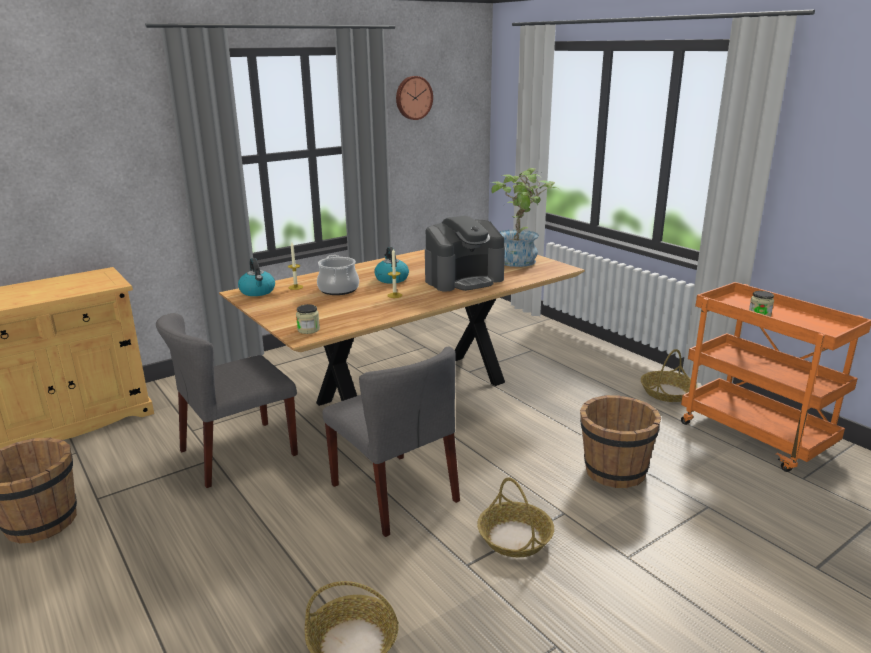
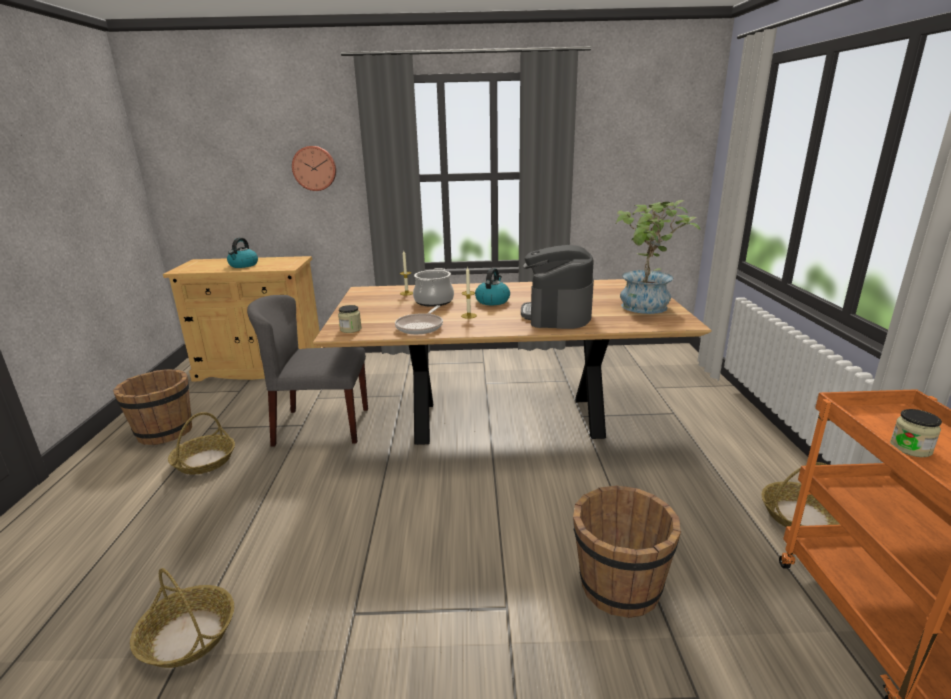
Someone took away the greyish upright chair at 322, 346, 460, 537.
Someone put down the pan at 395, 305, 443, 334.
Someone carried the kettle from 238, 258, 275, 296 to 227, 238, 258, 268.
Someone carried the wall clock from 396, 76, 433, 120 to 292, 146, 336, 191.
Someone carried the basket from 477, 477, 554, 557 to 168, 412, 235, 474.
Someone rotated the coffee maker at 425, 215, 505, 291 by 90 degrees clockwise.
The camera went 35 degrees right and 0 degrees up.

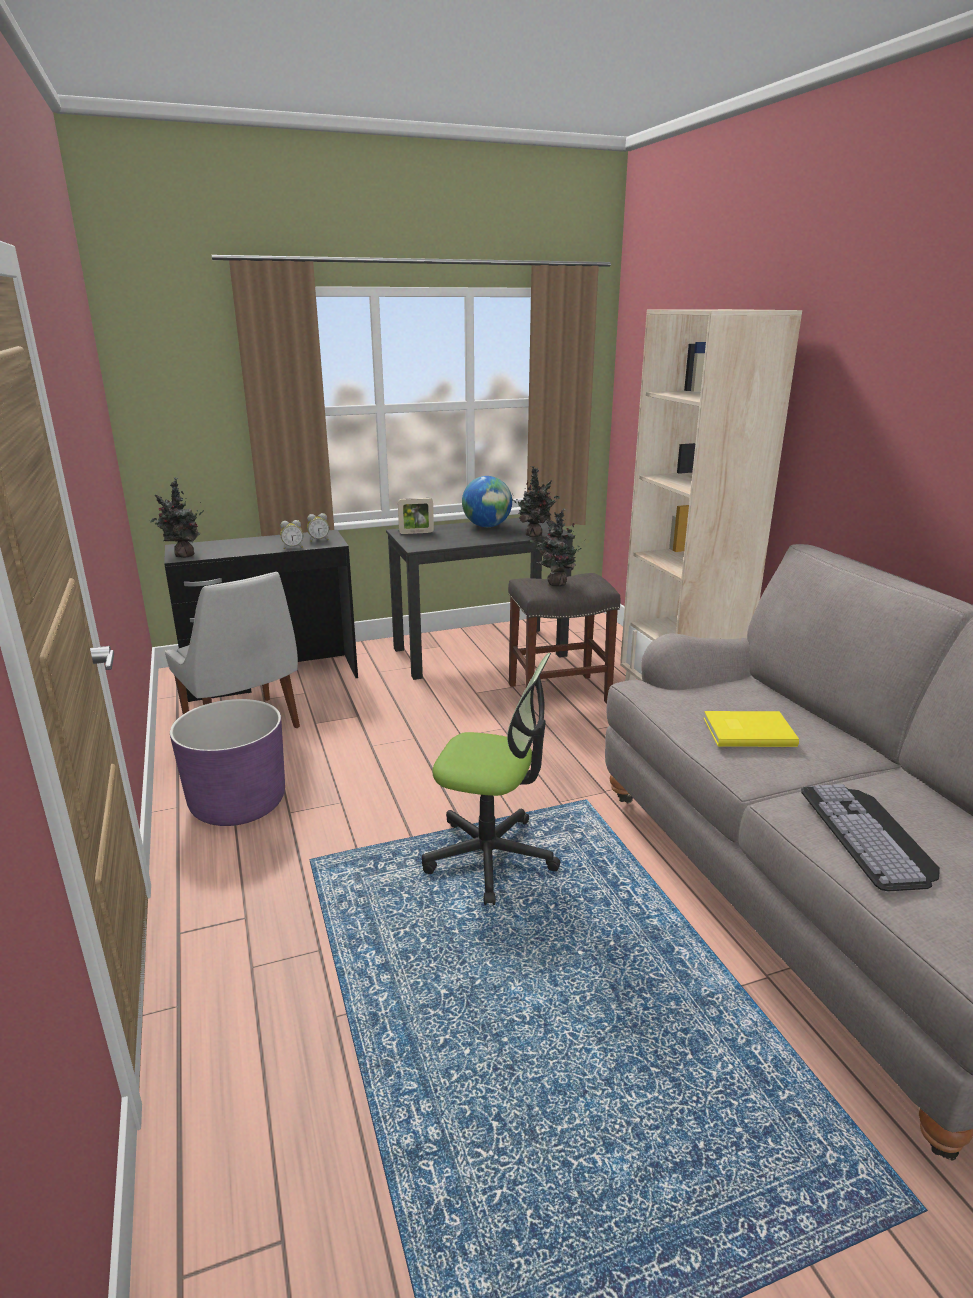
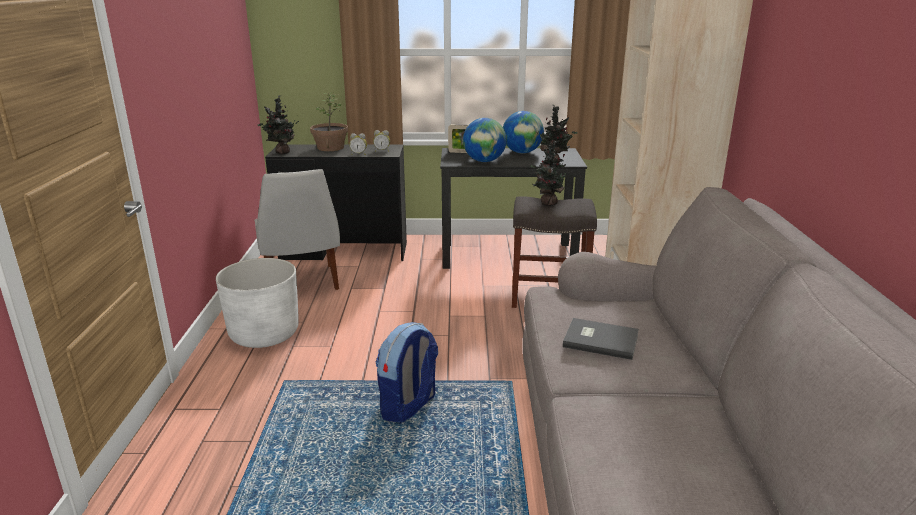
Someone took away the computer keyboard at 801, 784, 940, 891.
Someone put down the potted plant at 310, 92, 348, 151.
Someone put down the globe at 463, 118, 507, 162.
Someone swapped the office chair at 422, 653, 561, 905 for the rucksack at 376, 322, 438, 423.
Someone repainted the purple-coloured flower pot at 170, 699, 285, 826, which became the white flower pot at 216, 258, 299, 348.
Someone repainted the yellowish volume at 704, 711, 799, 747, which became the greyish volume at 563, 318, 639, 360.
The camera went 20 degrees right and 0 degrees up.

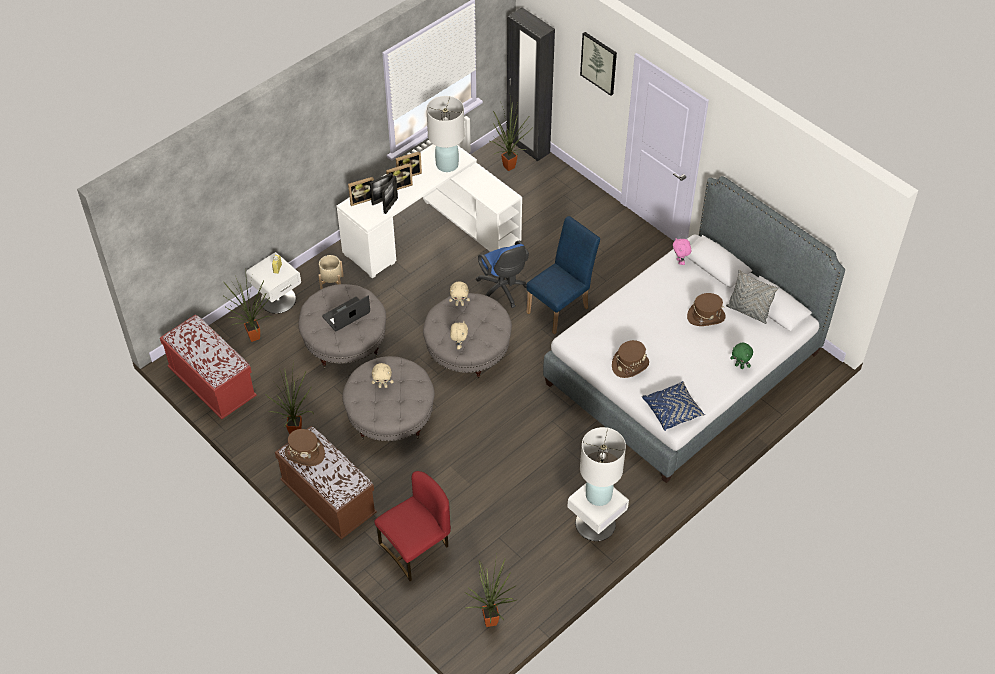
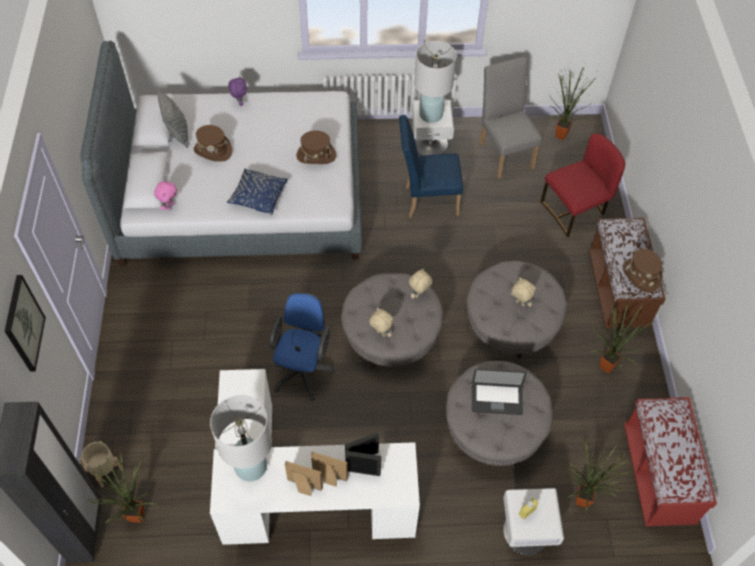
Someone took away the picture frame at 348, 177, 374, 206.
Someone put down the greyish upright chair at 479, 57, 542, 179.
Someone carried the beige-coloured flower pot from 318, 255, 344, 289 to 79, 441, 122, 487.
Someone carried the blue-coloured upright chair from 526, 216, 600, 334 to 399, 115, 463, 218.
Someone carried the blue-coloured pillow from 642, 381, 705, 431 to 227, 168, 288, 215.
Someone repainted the greenish plush toy at 730, 343, 753, 369, which became the purple-coloured plush toy at 228, 76, 247, 106.
Someone rotated the red upright chair at 374, 471, 451, 581 by 150 degrees clockwise.
The camera went 140 degrees left and 5 degrees up.

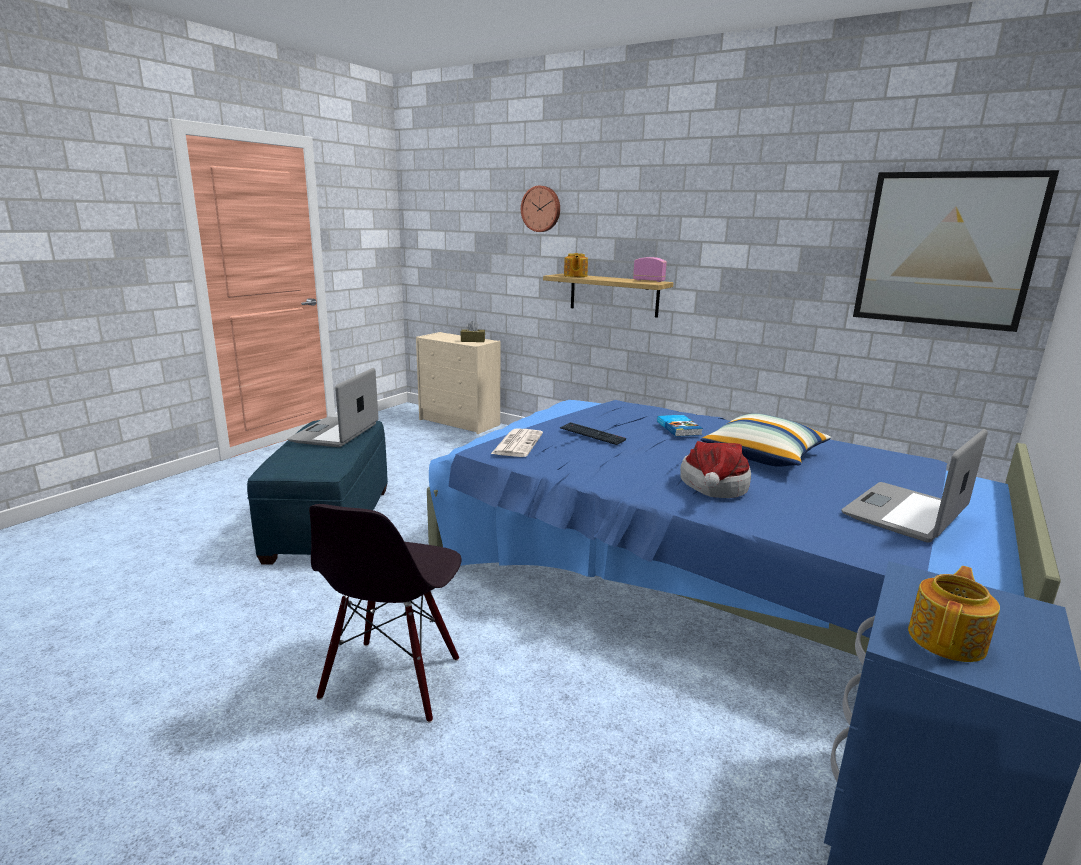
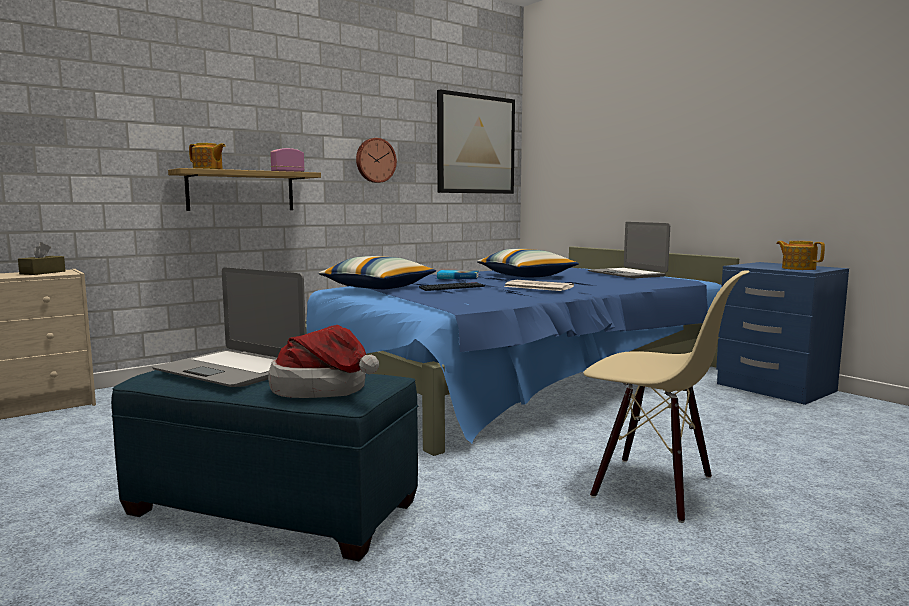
Someone put down the pillow at 319, 256, 436, 289.
Someone carried the daily paper from 491, 429, 543, 457 to 504, 280, 574, 291.
Someone carried the wall clock from 521, 186, 560, 232 to 356, 138, 397, 183.
Someone carried the clothing hat from 680, 441, 751, 498 to 268, 325, 379, 398.
Someone repainted the black-coloured upright chair at 309, 504, 462, 723, which became the beige-coloured upright chair at 584, 270, 750, 523.
The camera went 70 degrees left and 10 degrees down.

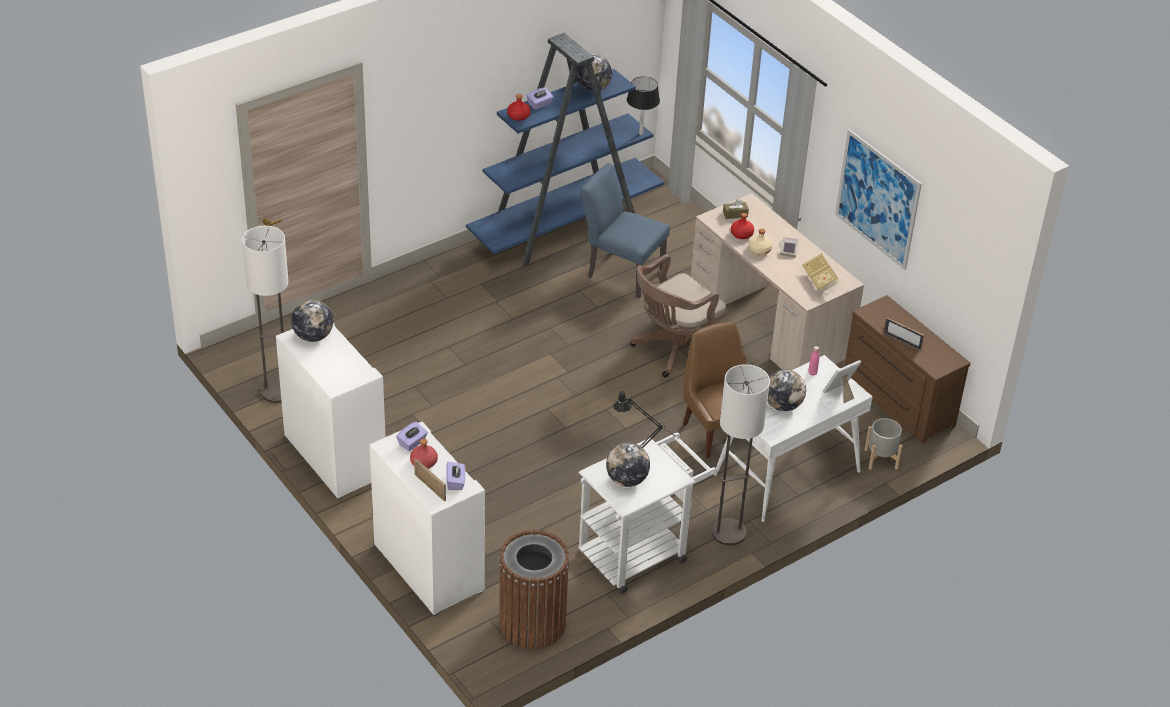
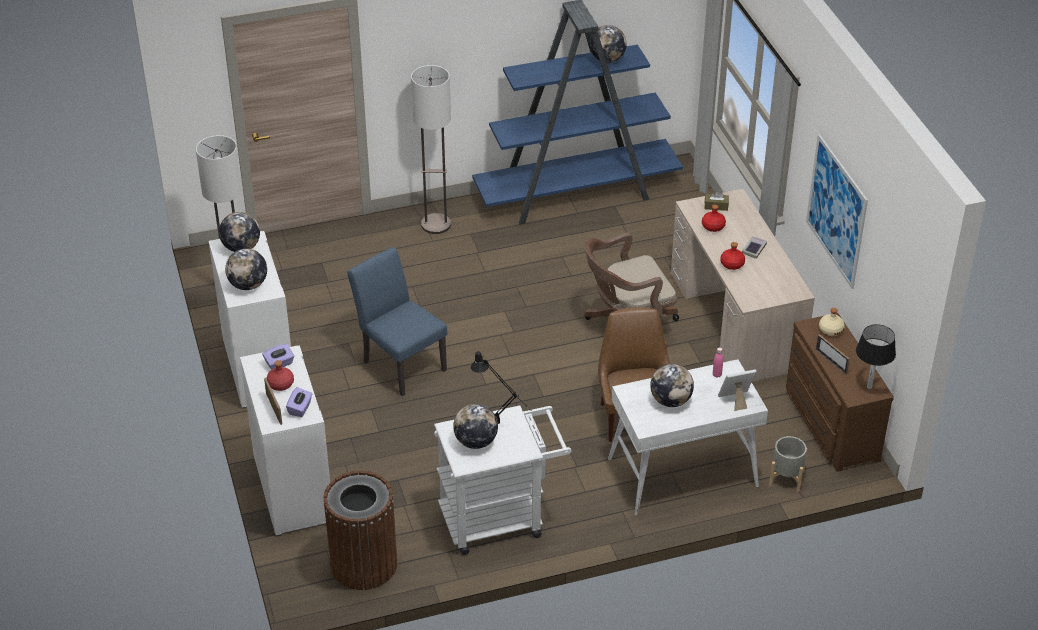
Someone took away the purple-coloured tissue holder at 526, 87, 553, 110.
Someone took away the volume at 802, 253, 839, 293.
Someone put down the globe at 225, 249, 267, 290.
Someone carried the red beverage bottle from 507, 94, 530, 121 to 721, 242, 745, 270.
Someone carried the blue-coloured upright chair from 580, 163, 670, 298 to 348, 247, 447, 396.
Someone carried the black-coloured tabletop lamp from 627, 76, 660, 135 to 856, 324, 896, 389.
Someone carried the standard lamp from 711, 364, 770, 546 to 411, 65, 451, 234.
Someone carried the beige-coloured beverage bottle from 748, 229, 772, 255 to 819, 308, 845, 336.
The camera went 20 degrees right and 0 degrees up.

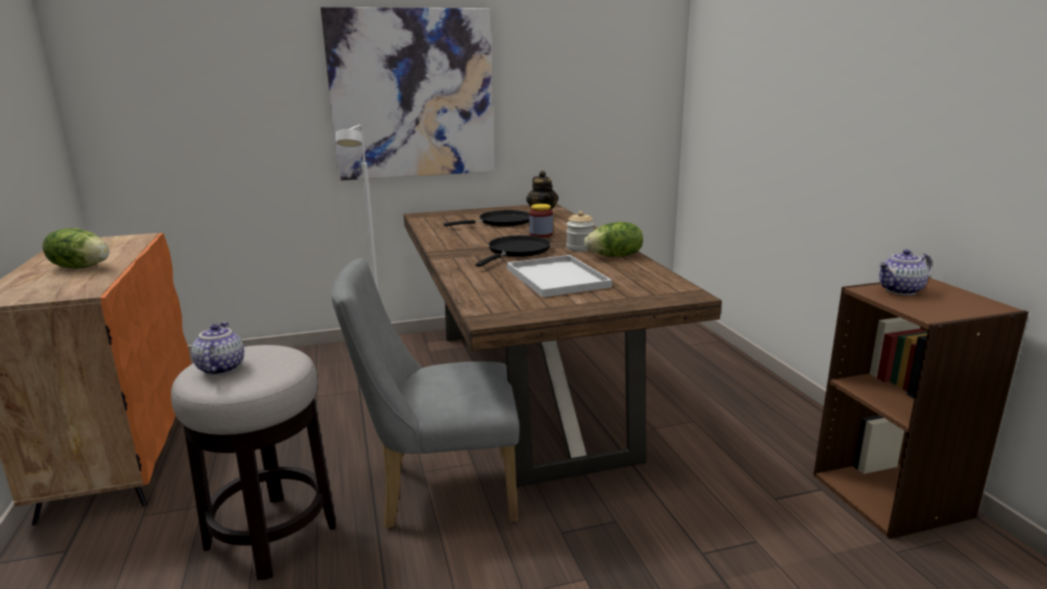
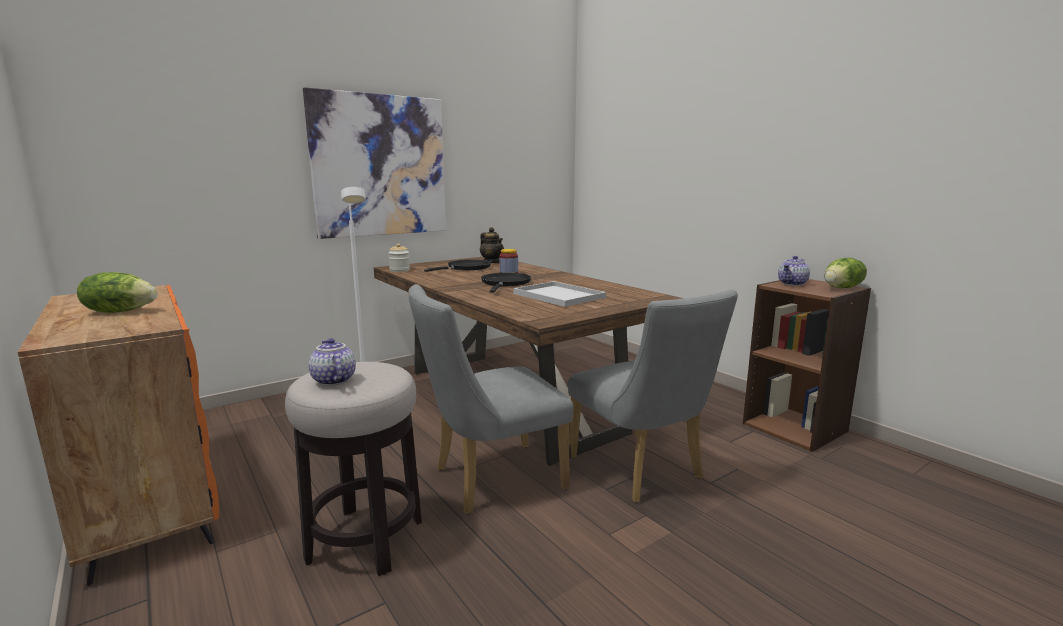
Someone put down the greyish upright chair at 568, 290, 738, 503.
Someone carried the storage jar from 566, 211, 595, 252 to 389, 243, 410, 272.
Someone carried the lettuce from 584, 222, 643, 257 to 824, 258, 867, 288.
The camera went 20 degrees left and 5 degrees down.

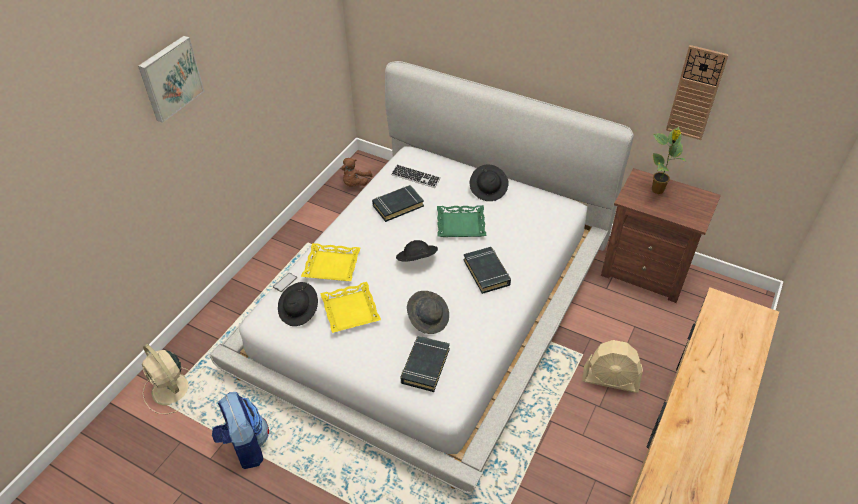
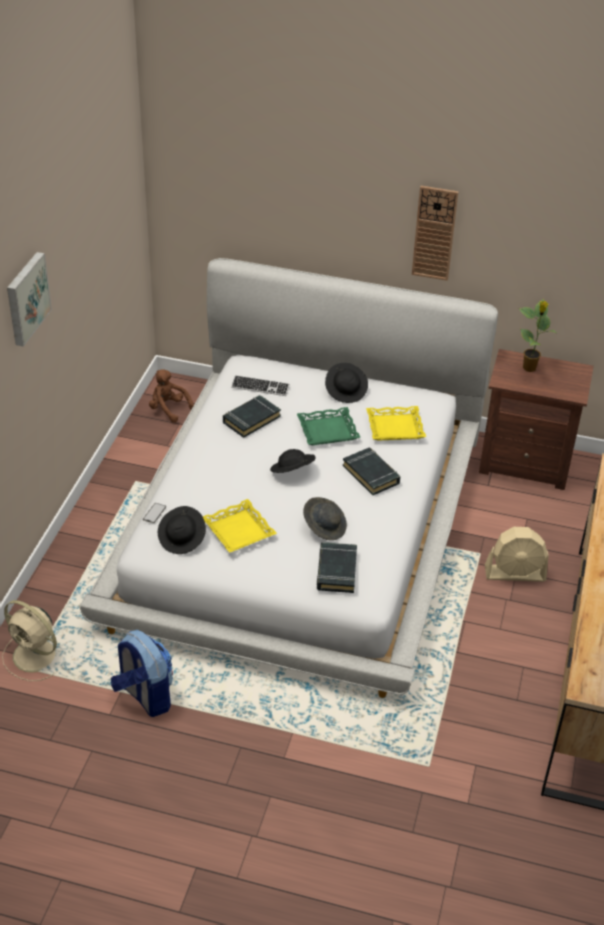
Someone carried the yellowish tray from 301, 243, 361, 281 to 366, 406, 426, 441.
Someone carried the wall clock from 666, 45, 729, 140 to 412, 186, 458, 281.
Someone rotated the brown-coloured plush toy at 342, 158, 372, 187 by 120 degrees clockwise.
The camera went 15 degrees left and 5 degrees down.

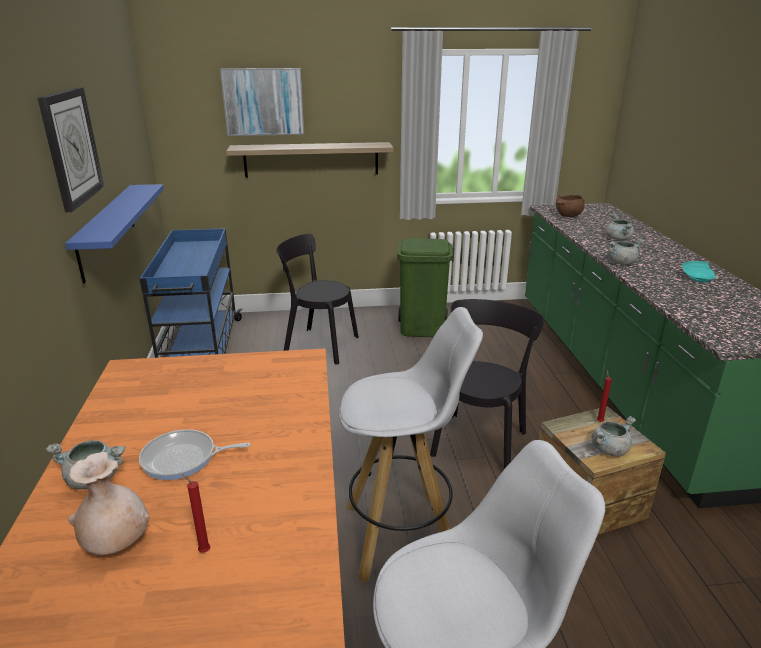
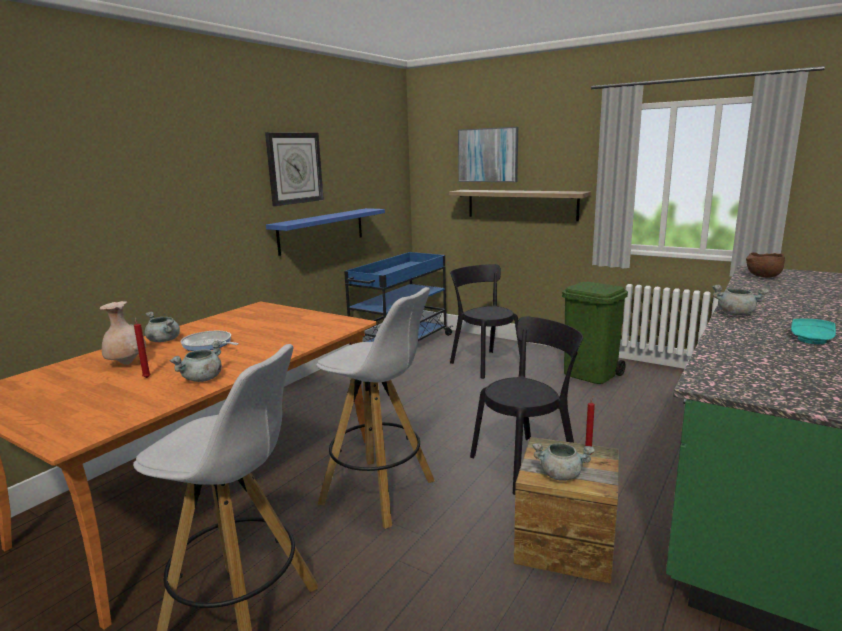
Someone carried the greyish saucepot from 606, 213, 634, 241 to 170, 340, 222, 382.
The camera went 40 degrees right and 10 degrees down.

